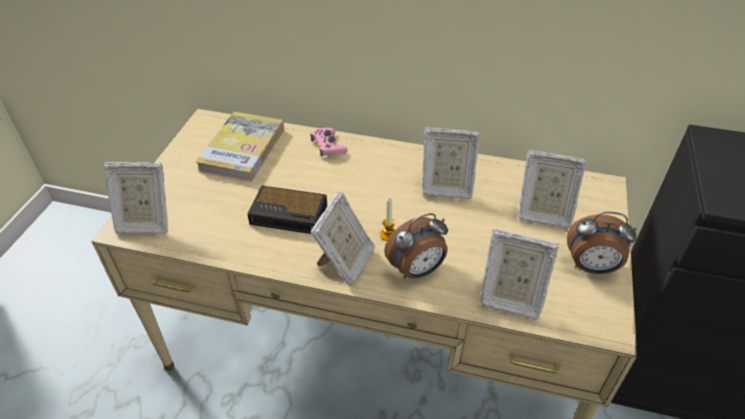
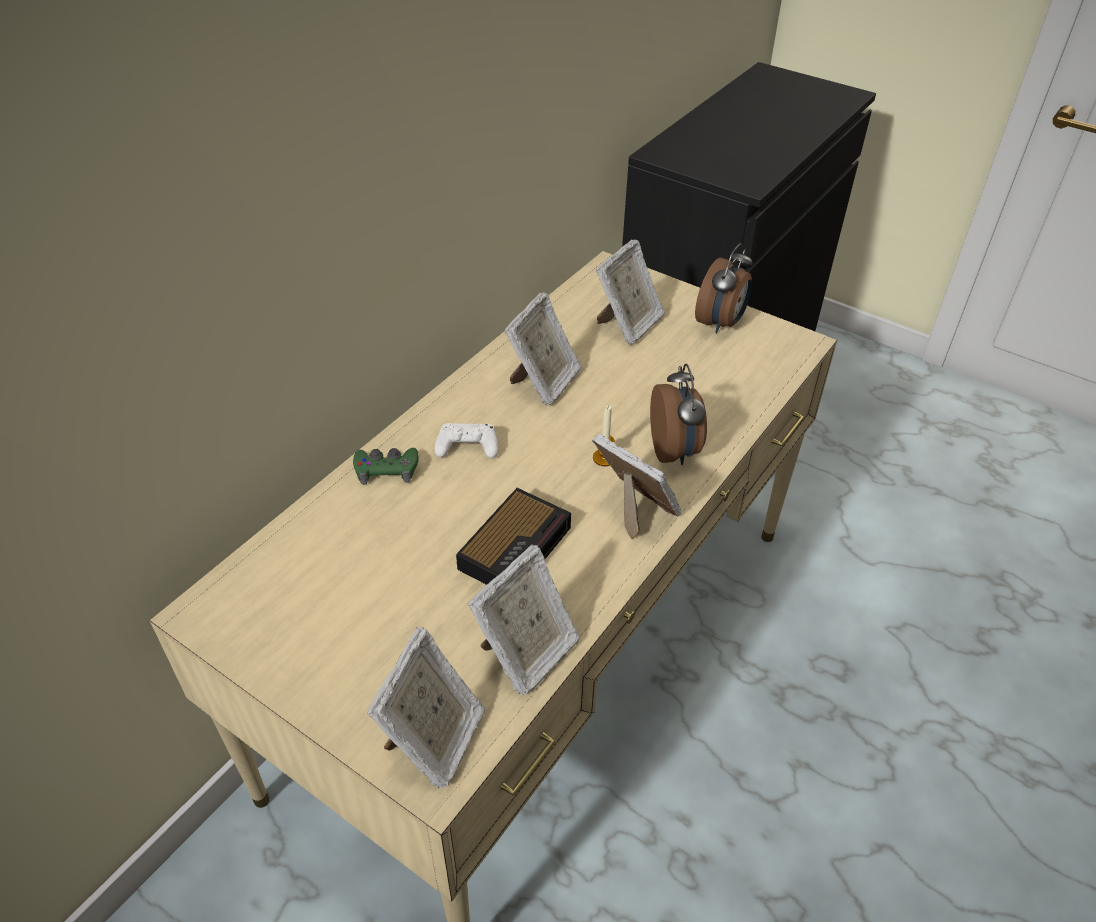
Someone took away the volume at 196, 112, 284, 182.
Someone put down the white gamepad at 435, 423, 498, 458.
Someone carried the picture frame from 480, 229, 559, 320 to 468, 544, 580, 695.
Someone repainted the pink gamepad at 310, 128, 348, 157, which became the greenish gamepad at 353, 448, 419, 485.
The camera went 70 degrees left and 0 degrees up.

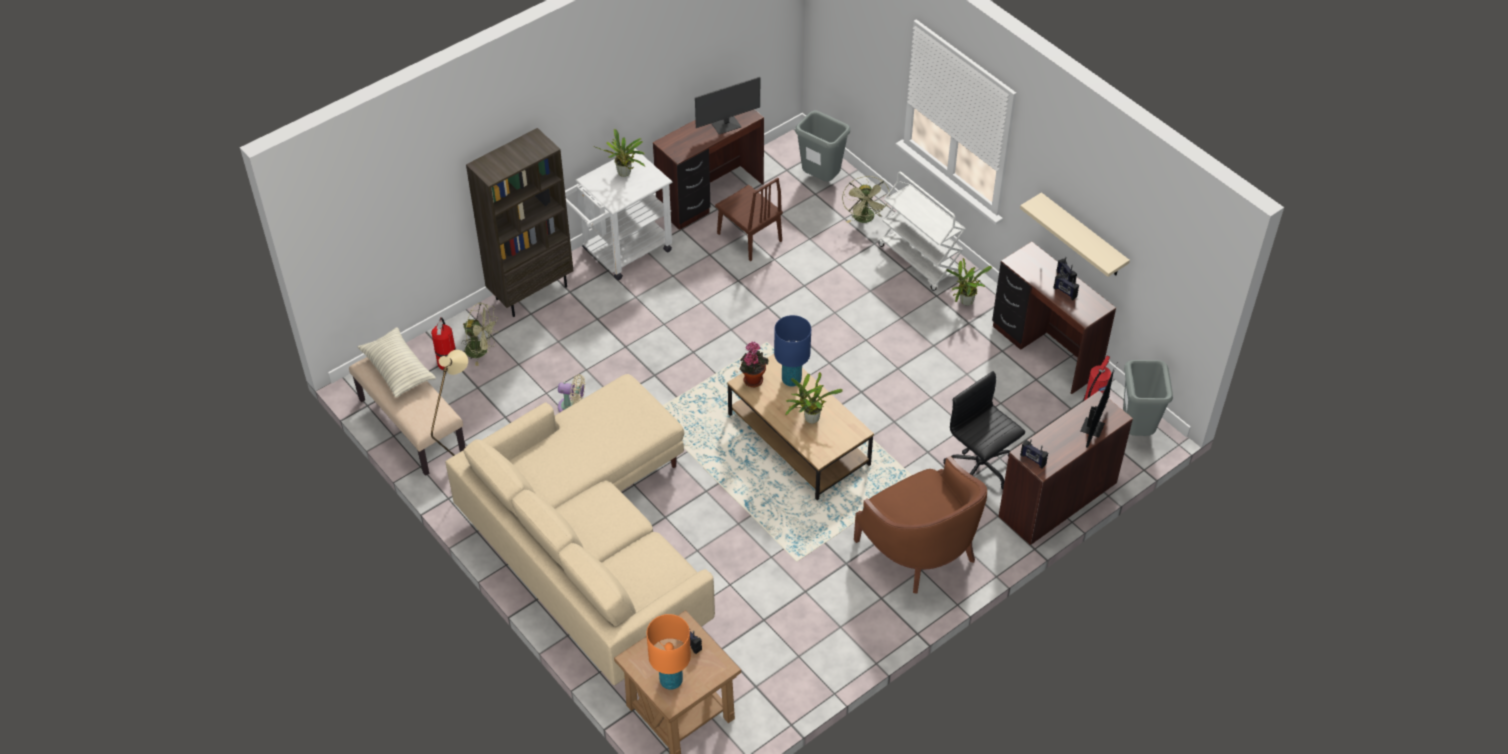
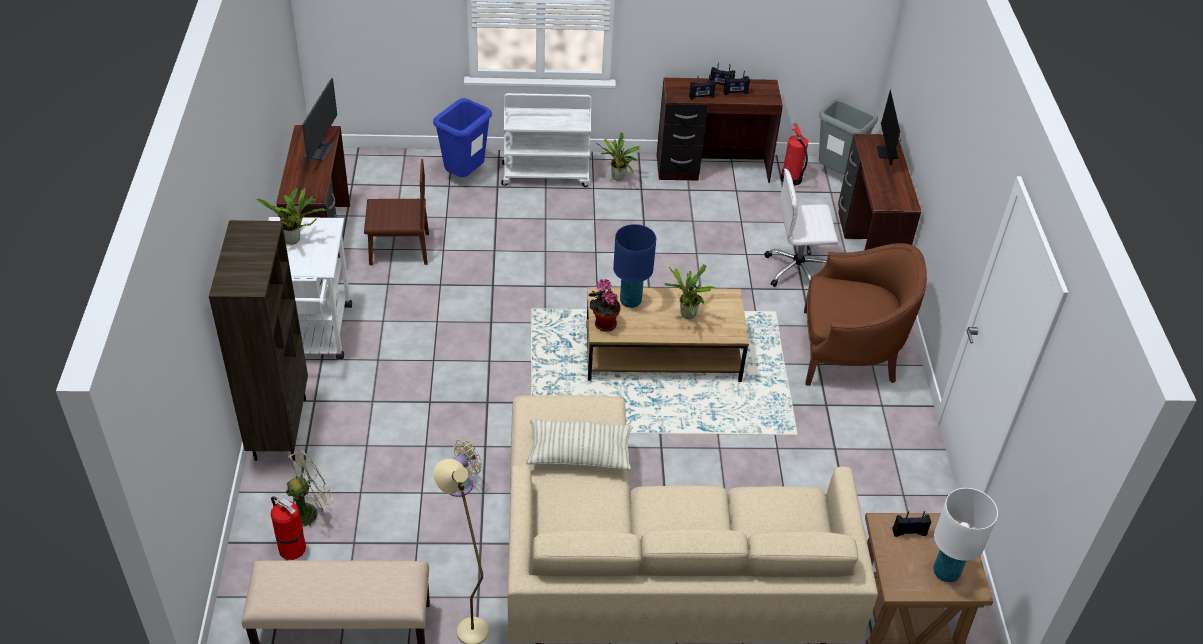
Someone took away the greyish rubbish bin at 795, 111, 850, 182.
Someone took away the beige-coloured wall shelf at 1020, 192, 1130, 277.
Someone carried the pillow from 358, 327, 436, 398 to 526, 419, 633, 470.
Someone carried the radio receiver from 1020, 439, 1048, 468 to 689, 75, 716, 100.
Someone swapped the greenish fan at 842, 176, 890, 223 for the blue-coloured rubbish bin at 433, 98, 492, 177.
Someone repainted the orangey tabletop lamp at 646, 614, 691, 690, which became the white tabletop lamp at 933, 488, 998, 582.
Someone repainted the black-coloured office chair at 943, 371, 1025, 490, which became the white office chair at 765, 169, 838, 287.
Someone rotated the monitor at 1080, 364, 1118, 448 by 150 degrees counterclockwise.
The camera went 55 degrees left and 5 degrees down.

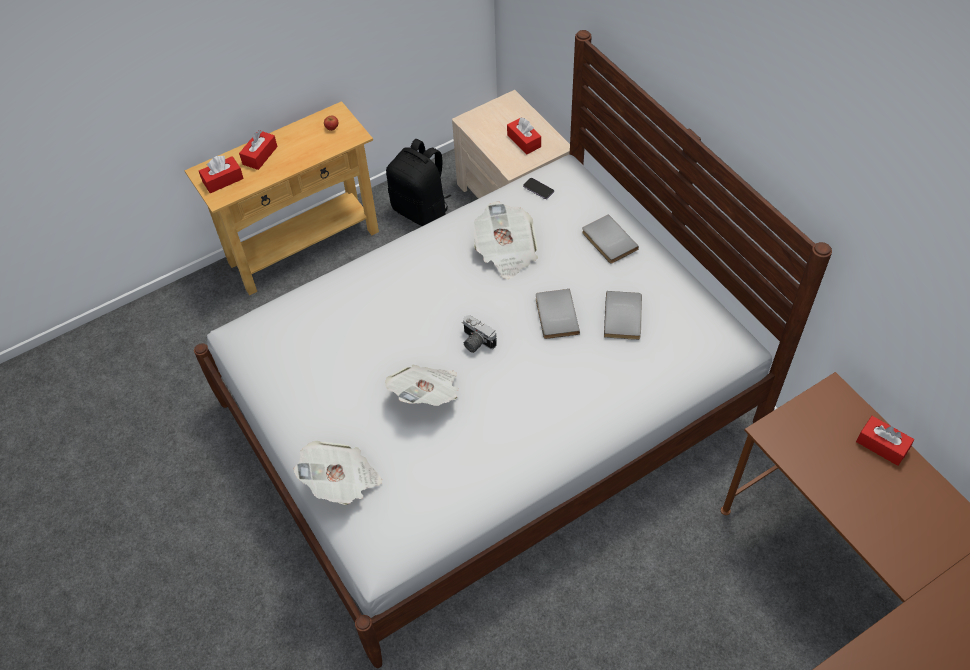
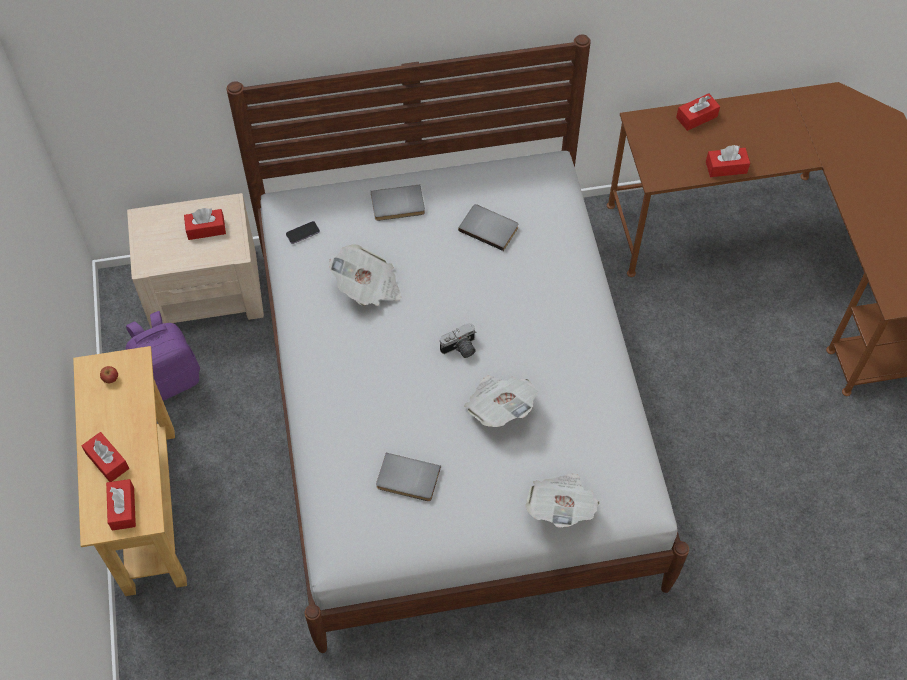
Someone put down the red tissue holder at 706, 145, 750, 177.
Someone carried the greyish volume from 536, 289, 580, 339 to 376, 453, 441, 501.
Someone repainted the black-coloured rucksack at 386, 139, 451, 226, which became the purple-coloured rucksack at 125, 311, 200, 401.
The camera went 70 degrees left and 5 degrees up.

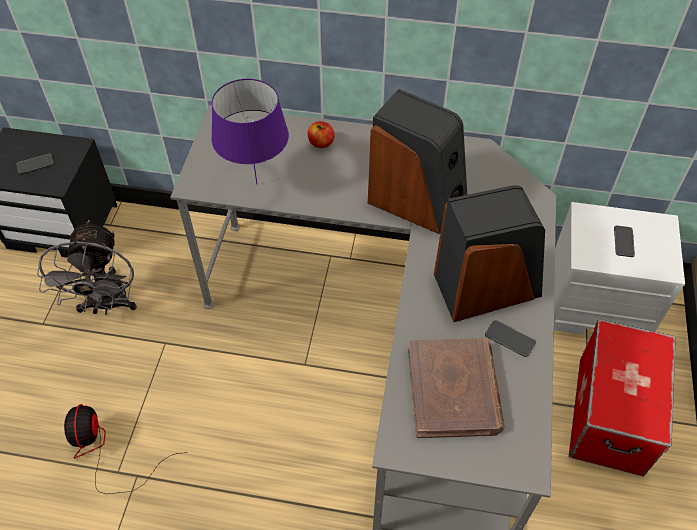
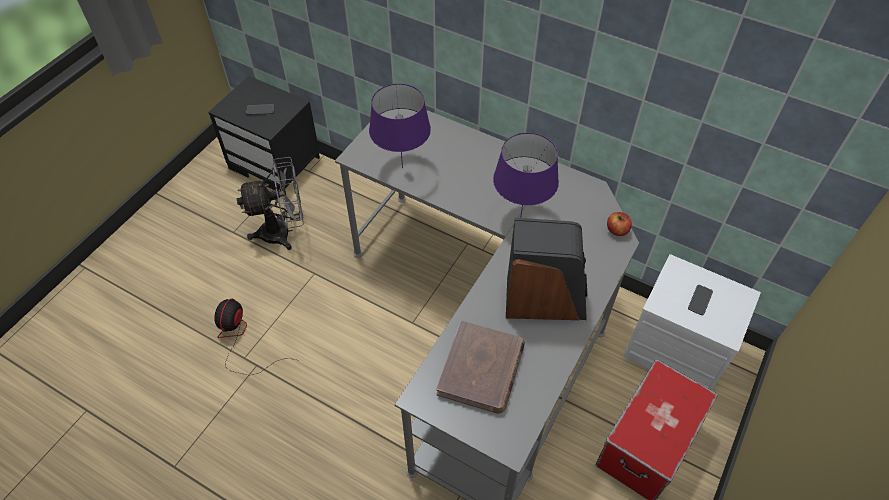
Someone took away the phone at 485, 320, 536, 357.
Someone carried the apple from 307, 122, 334, 148 to 607, 212, 632, 236.
Someone swapped the loudspeaker at 368, 89, 467, 234 for the purple-coloured tabletop lamp at 493, 133, 559, 218.
Someone rotated the greyish fan at 37, 220, 137, 315 by 120 degrees counterclockwise.
The camera went 20 degrees right and 0 degrees up.

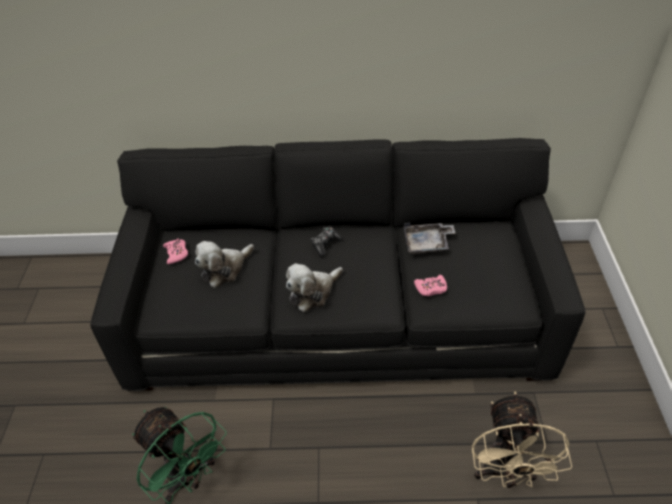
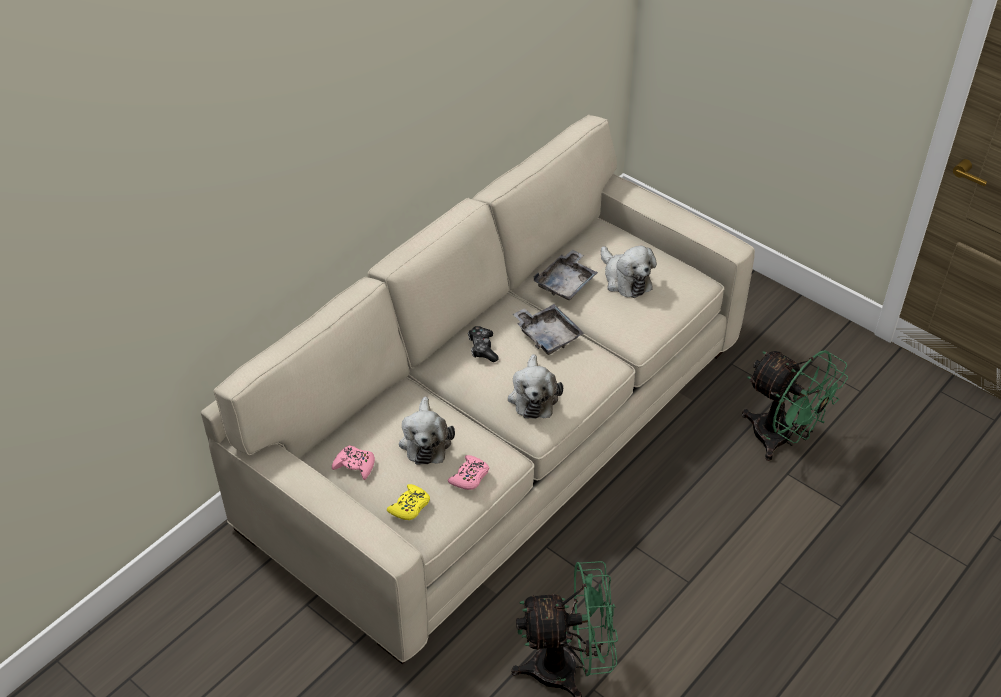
Someone put down the yellowish gamepad at 387, 484, 430, 520.
Someone put down the greyish tray at 513, 304, 584, 355.
Someone put down the plush toy at 601, 246, 657, 298.
Someone carried the pink gamepad from 414, 275, 447, 296 to 448, 455, 489, 490.
Someone repainted the black-coloured couch at 90, 138, 586, 391, which became the beige-coloured couch at 201, 115, 755, 664.
Someone repainted the beige-coloured fan at 472, 392, 572, 488, which became the greenish fan at 742, 350, 848, 461.
The camera went 50 degrees left and 0 degrees up.

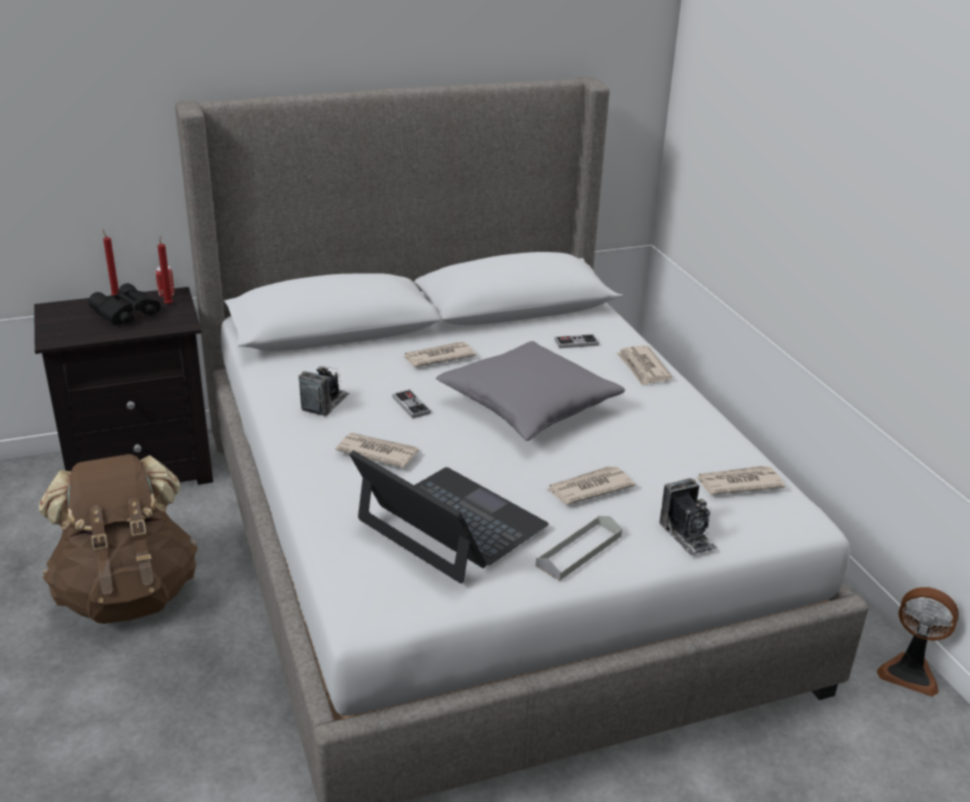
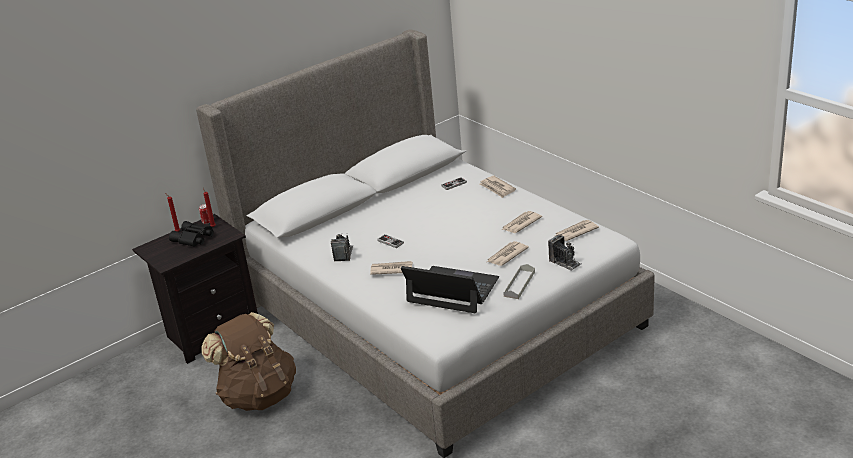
Someone took away the greyish pillow at 436, 341, 625, 441.
Someone took away the fan at 877, 587, 958, 697.
Someone carried the daily paper from 404, 342, 476, 367 to 502, 211, 542, 233.
The camera went 15 degrees left and 0 degrees up.

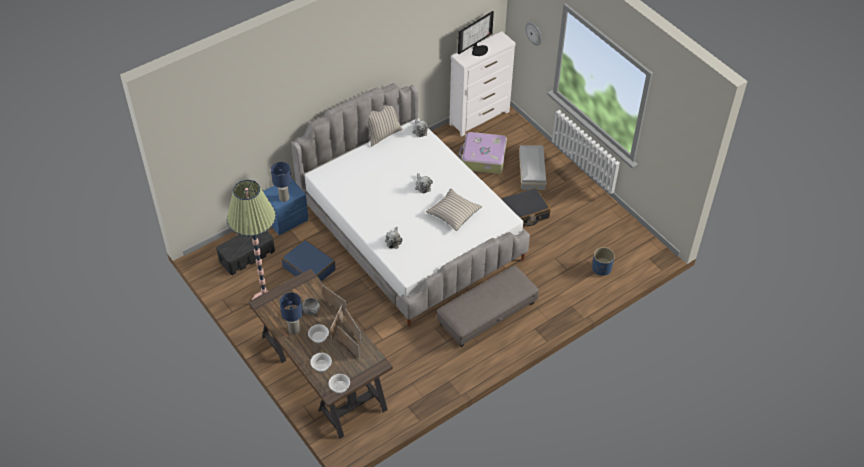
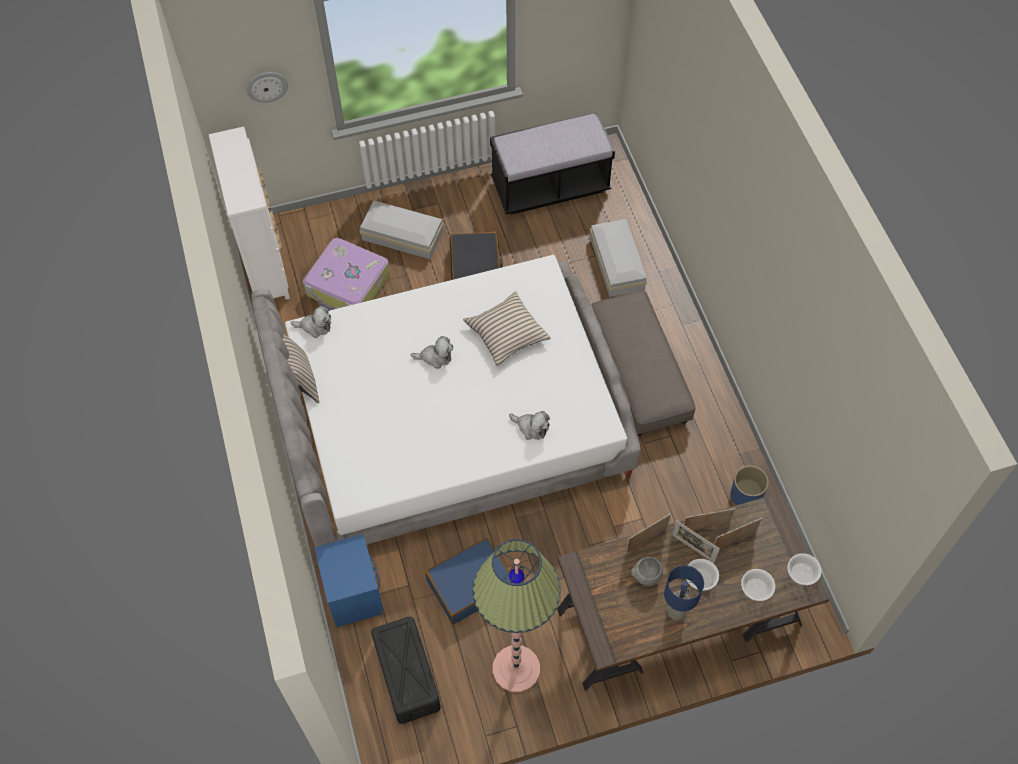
Someone took away the blue-coloured tabletop lamp at 271, 162, 291, 202.
Someone took away the monitor at 458, 11, 494, 56.
Someone put down the black-coloured bench at 490, 112, 615, 214.
Someone put down the white storage container at 590, 219, 647, 297.
Someone carried the blue-coloured flower pot from 592, 247, 615, 276 to 731, 466, 769, 505.
The camera went 70 degrees left and 10 degrees up.

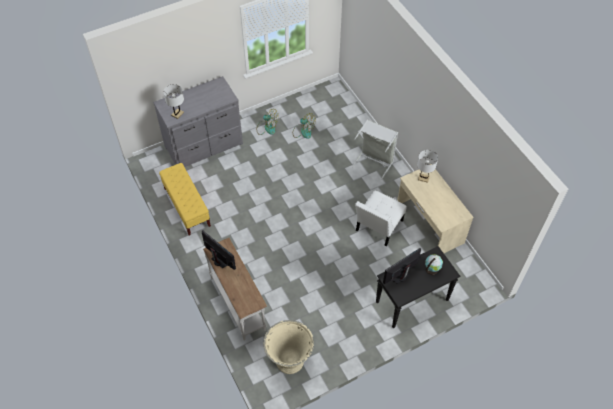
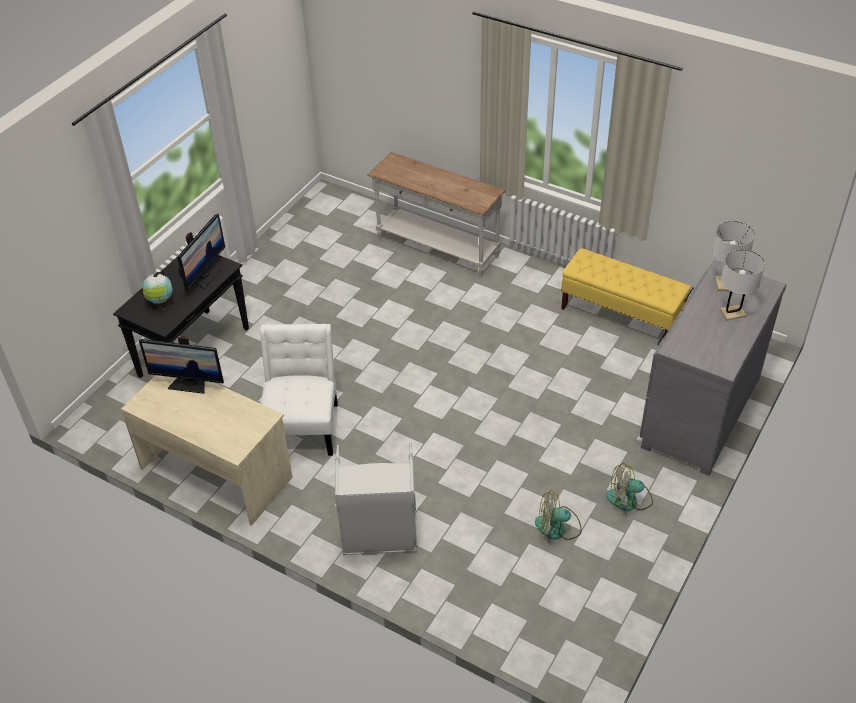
Someone took away the beige-coloured flower pot at 263, 320, 314, 374.
Someone carried the monitor from 202, 230, 236, 270 to 139, 336, 224, 394.
Someone carried the white tabletop lamp from 417, 150, 438, 183 to 720, 250, 765, 321.
The camera went 150 degrees right and 10 degrees down.

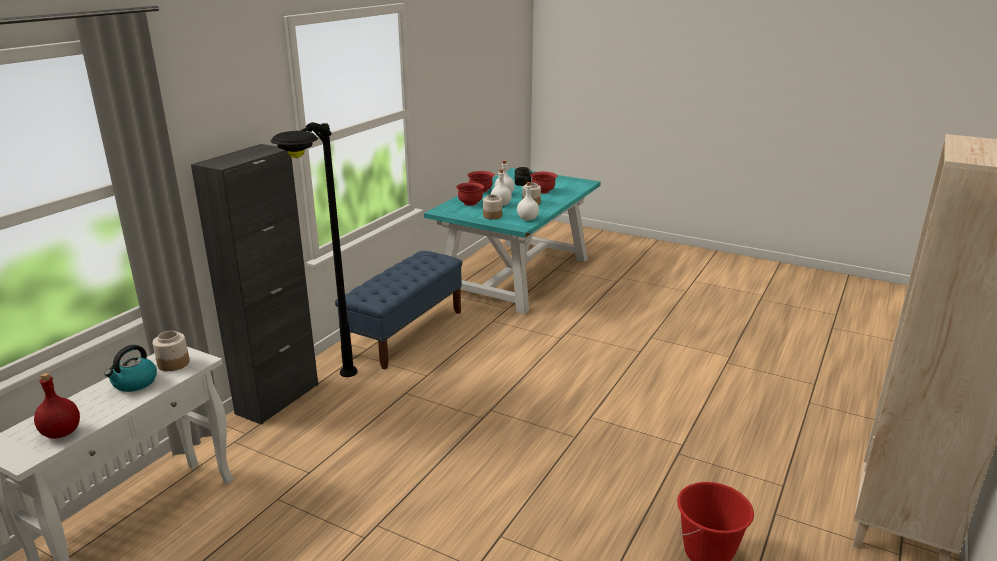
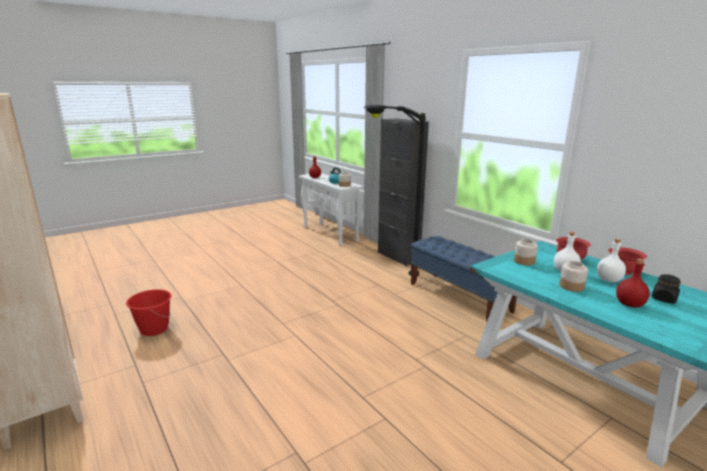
Someone took away the white beverage bottle at 517, 182, 539, 221.
Someone swapped the red bowl at 530, 172, 557, 194 for the red beverage bottle at 616, 259, 650, 308.
The camera went 115 degrees right and 5 degrees down.

